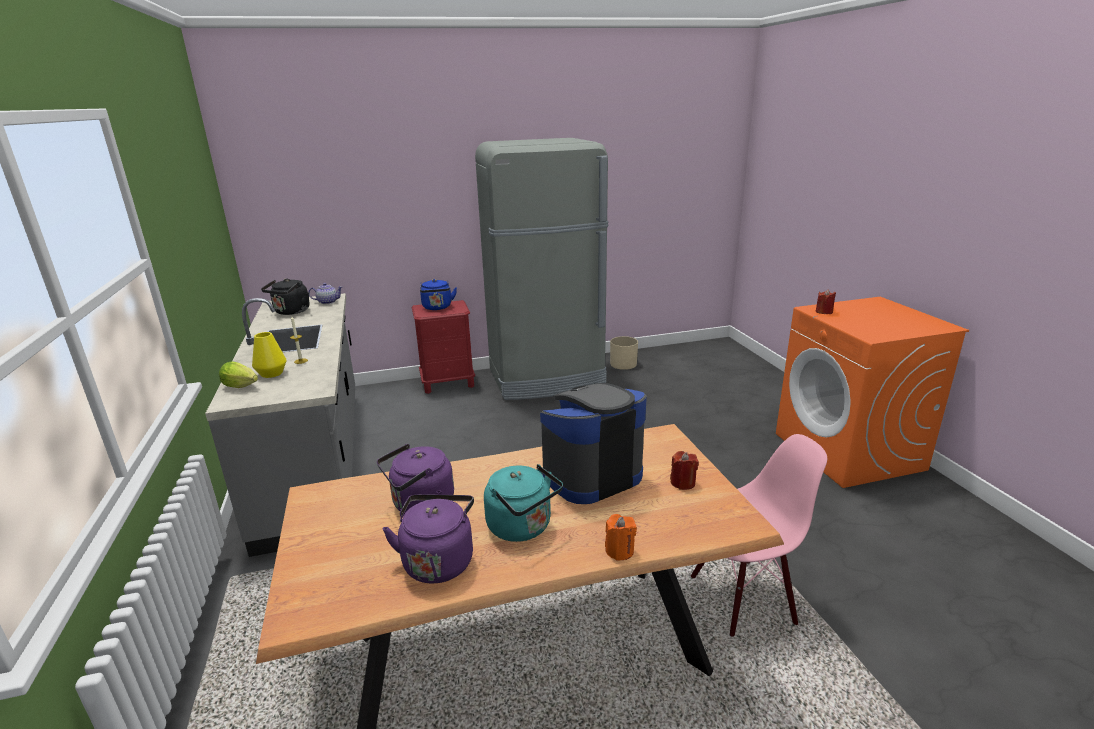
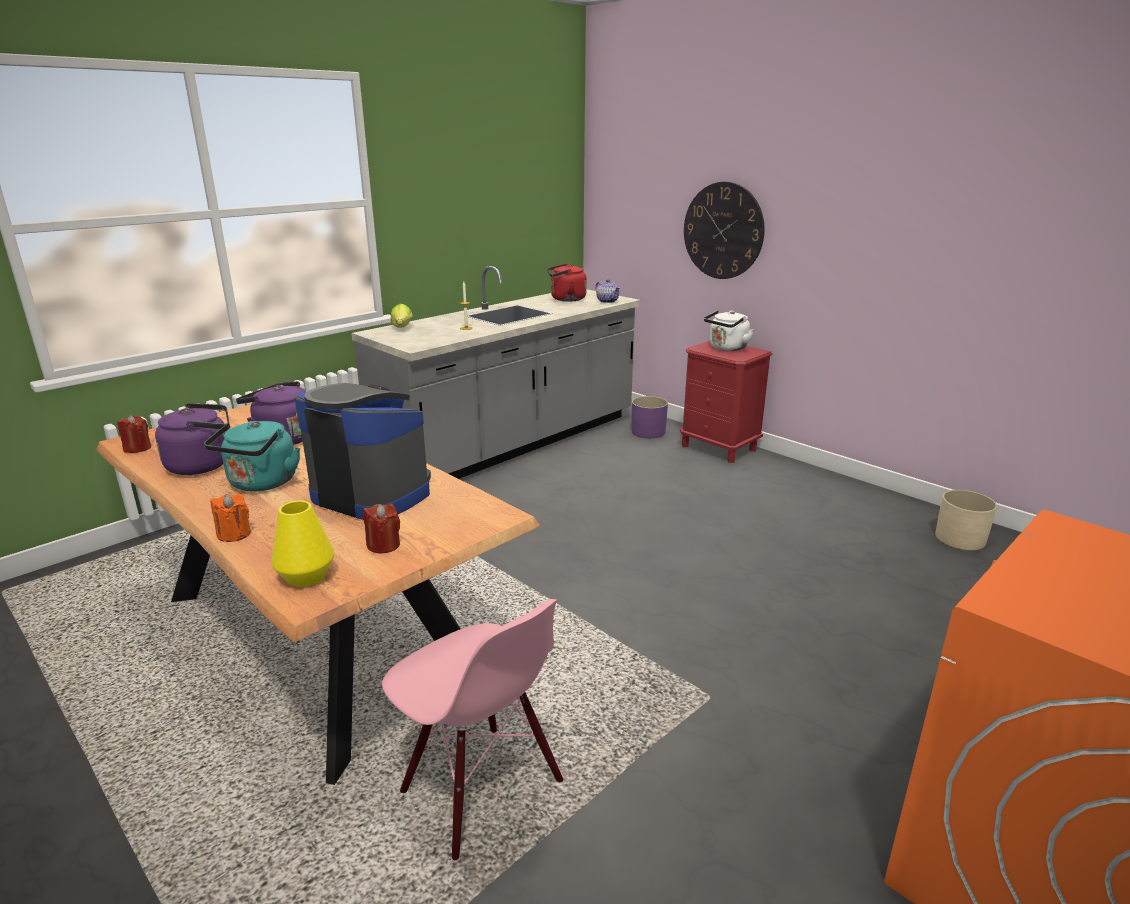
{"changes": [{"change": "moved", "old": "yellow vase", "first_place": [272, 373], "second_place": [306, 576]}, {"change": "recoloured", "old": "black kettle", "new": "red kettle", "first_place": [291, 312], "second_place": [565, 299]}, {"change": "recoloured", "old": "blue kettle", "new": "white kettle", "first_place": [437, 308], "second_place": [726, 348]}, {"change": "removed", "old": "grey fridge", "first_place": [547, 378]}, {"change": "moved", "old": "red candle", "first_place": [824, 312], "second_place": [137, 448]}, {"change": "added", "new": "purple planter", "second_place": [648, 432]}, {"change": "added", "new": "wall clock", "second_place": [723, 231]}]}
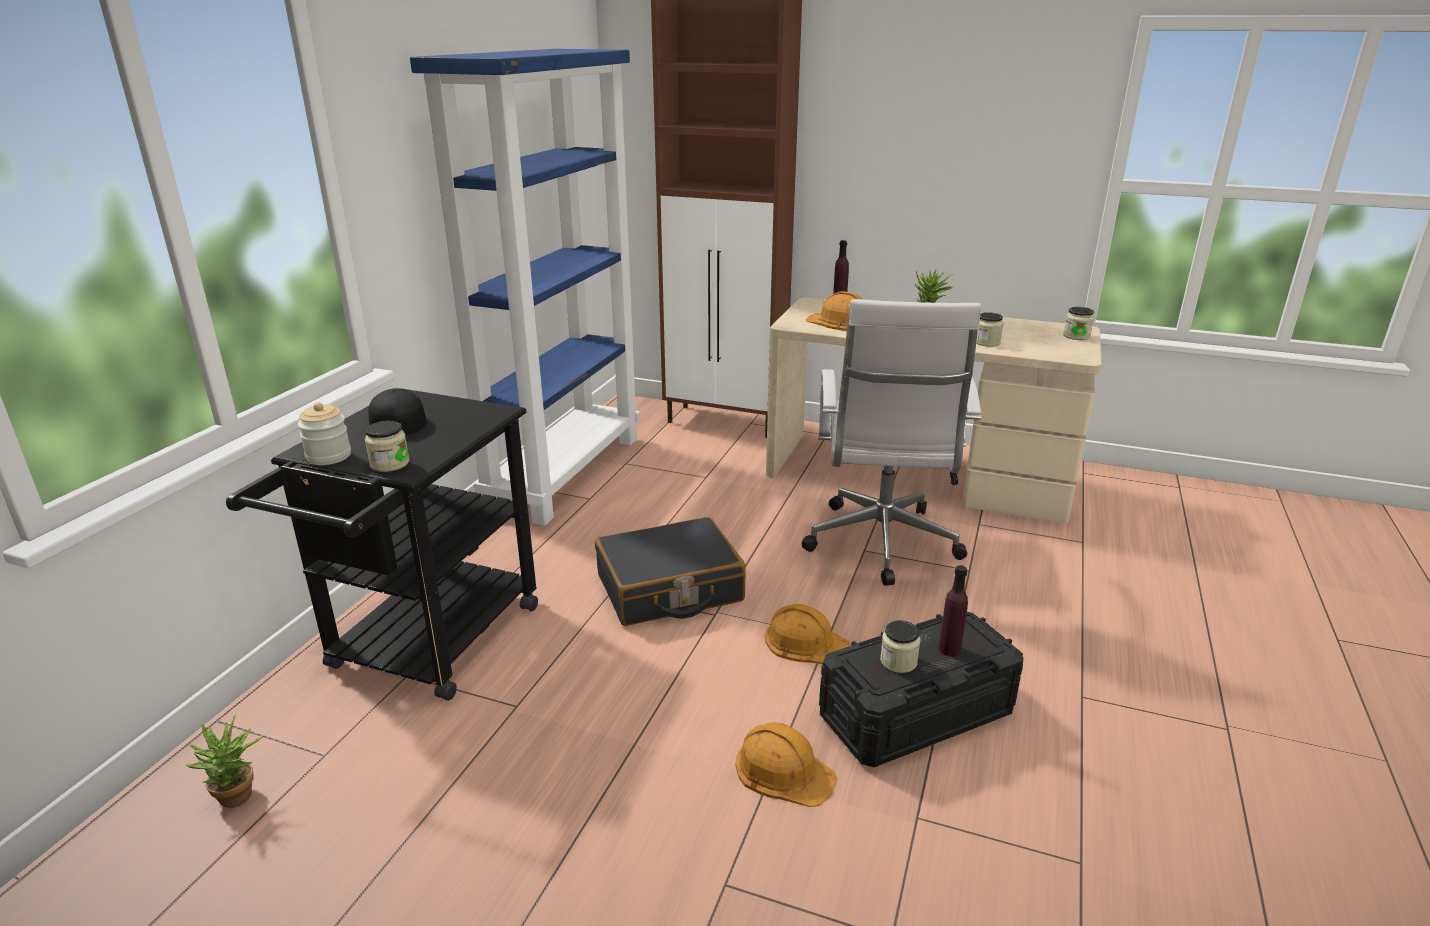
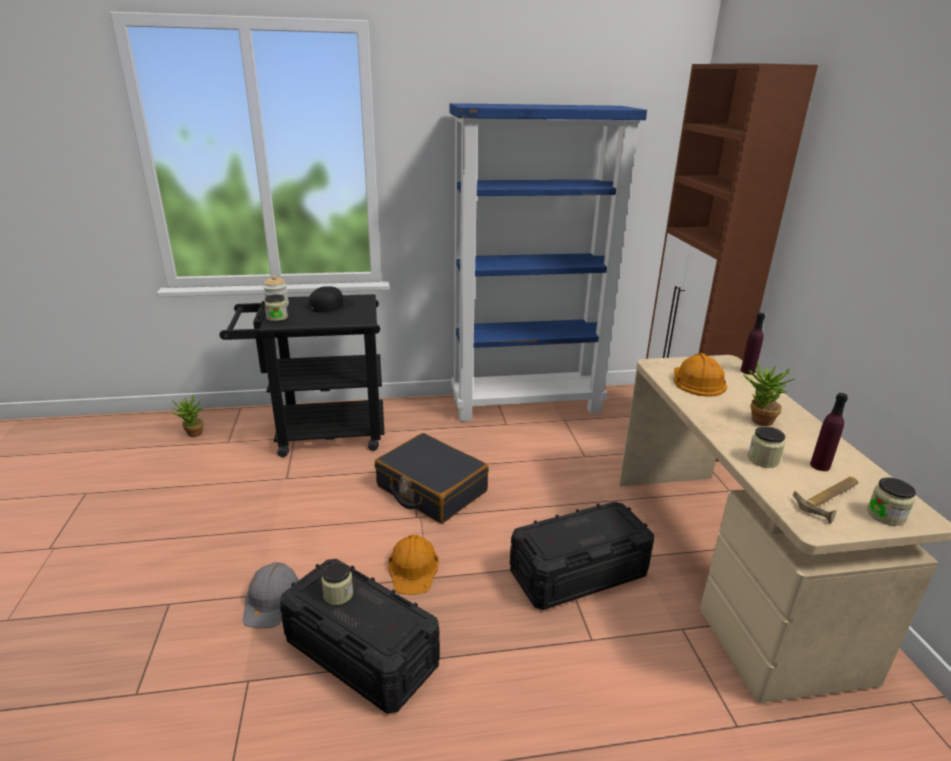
{"changes": [{"change": "recoloured", "old": "orange hard hat", "new": "grey hard hat", "first_place": [783, 770], "second_place": [272, 598]}, {"change": "replaced", "old": "white office chair", "new": "black storage box", "first_place": [881, 546], "second_place": [578, 573]}, {"change": "moved", "old": "purple bottle", "first_place": [949, 649], "second_place": [820, 466]}, {"change": "added", "new": "hammer", "second_place": [831, 500]}]}
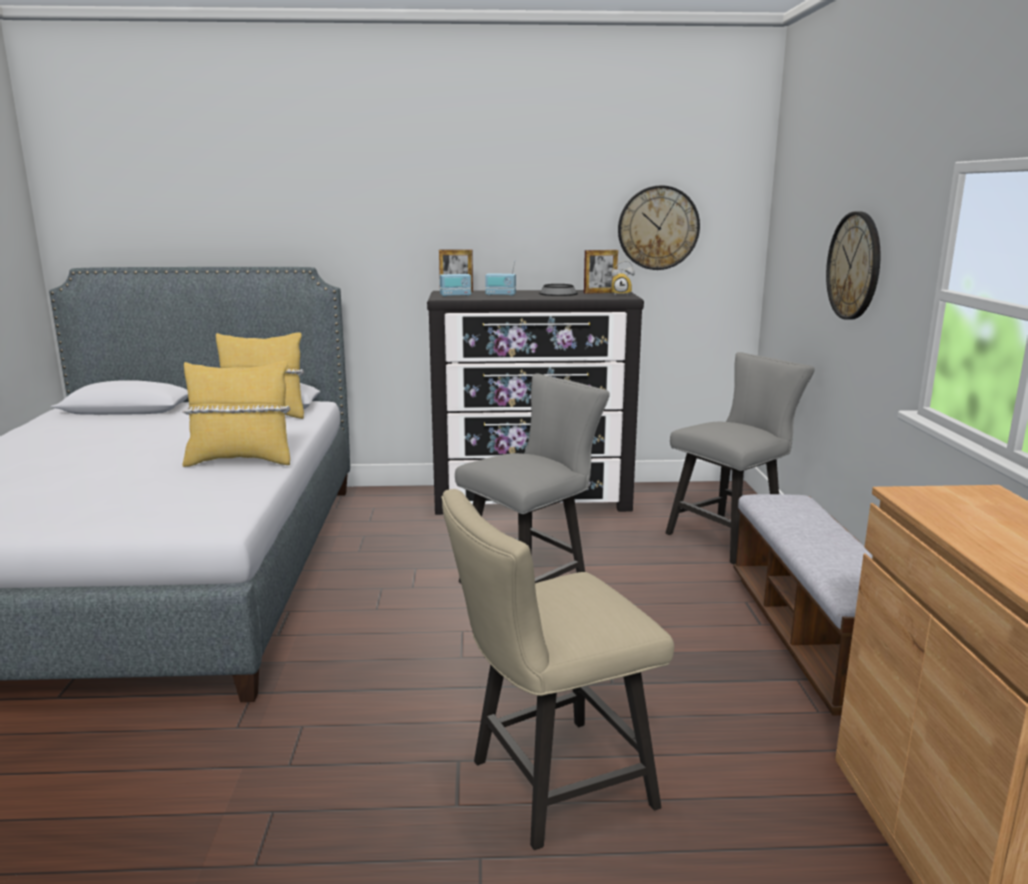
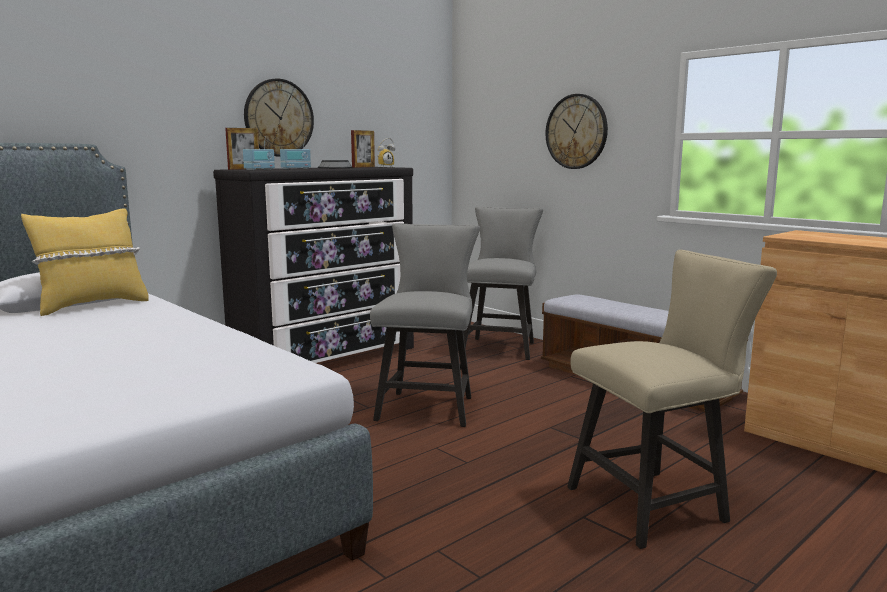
{"changes": [{"change": "removed", "old": "yellow pillow", "first_place": [241, 460]}, {"change": "turned", "old": "beige chair", "first_place": [549, 786], "second_place": [656, 503], "degrees": -135}, {"change": "moved", "old": "wall clock", "first_place": [658, 228], "second_place": [279, 118]}]}
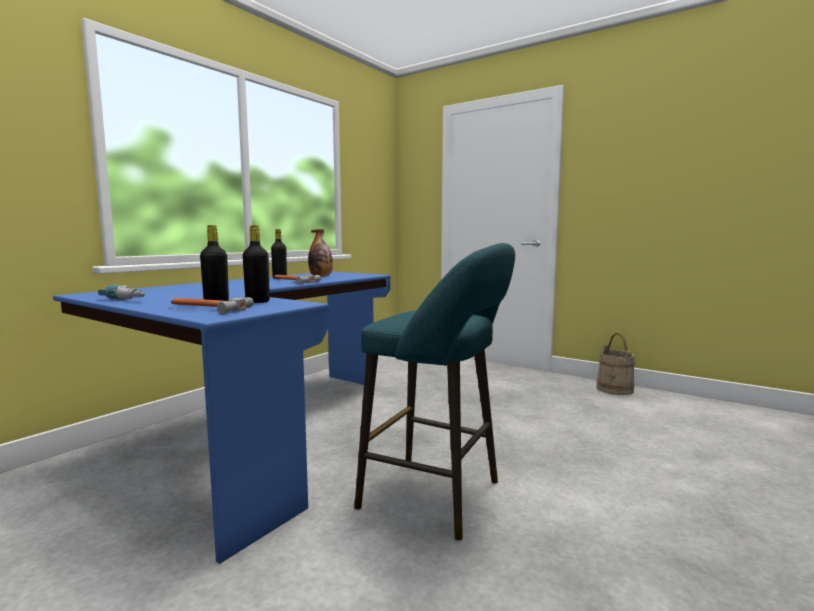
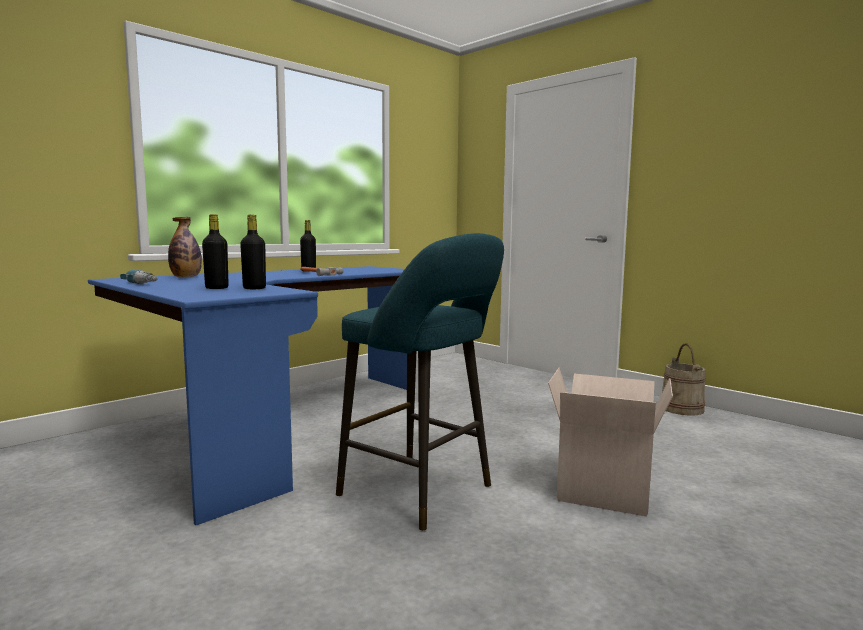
{"changes": [{"change": "removed", "old": "hammer", "first_place": [207, 309]}, {"change": "moved", "old": "bottle", "first_place": [321, 276], "second_place": [186, 277]}, {"change": "added", "new": "cardboard box", "second_place": [605, 491]}]}
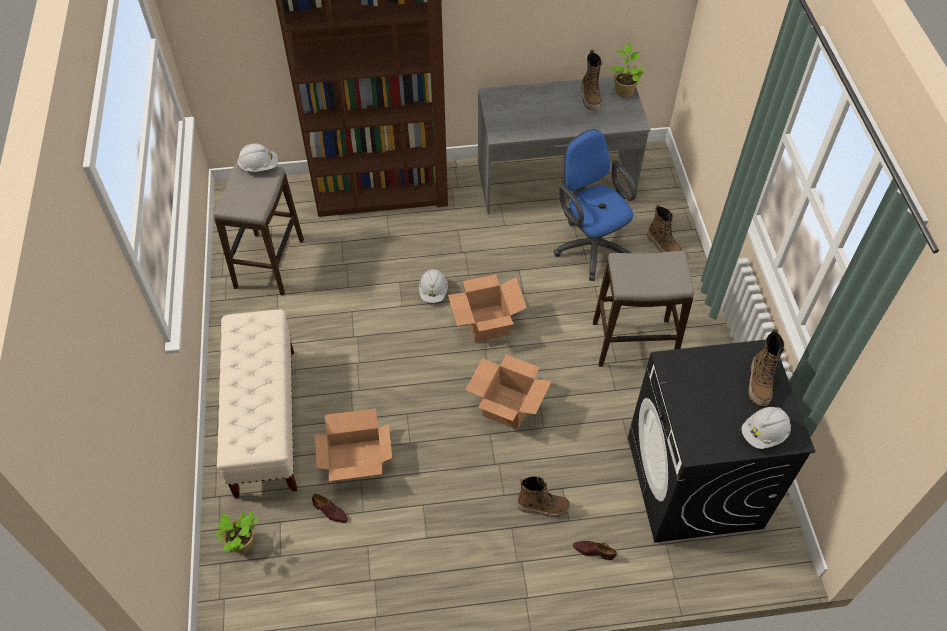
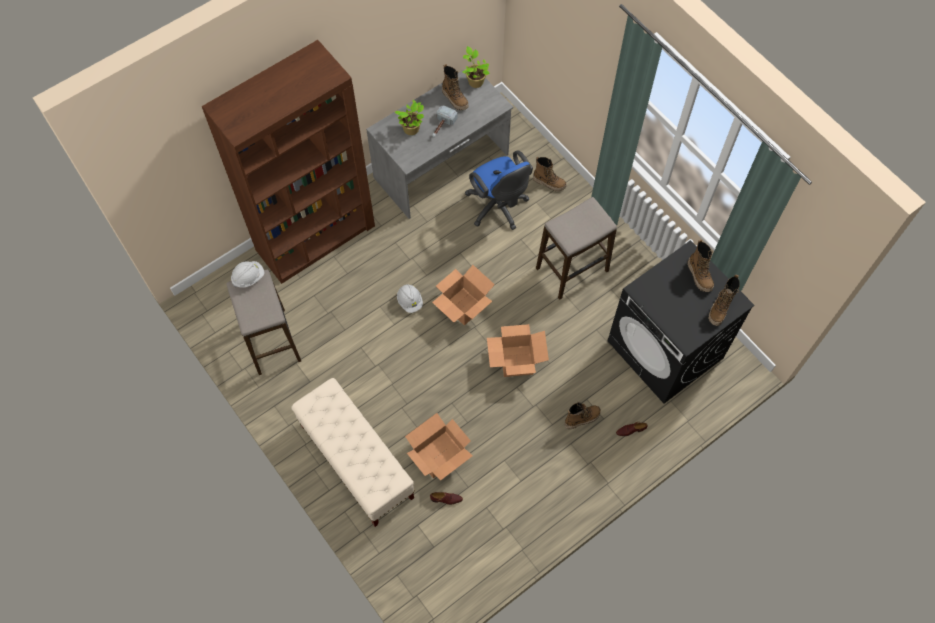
{"changes": [{"change": "moved", "old": "potted plant", "first_place": [243, 545], "second_place": [412, 130]}, {"change": "turned", "old": "blue office chair", "first_place": [590, 245], "second_place": [498, 208], "degrees": -150}, {"change": "replaced", "old": "white hard hat", "new": "boot", "first_place": [764, 434], "second_place": [720, 309]}, {"change": "added", "new": "hammer", "second_place": [441, 126]}]}
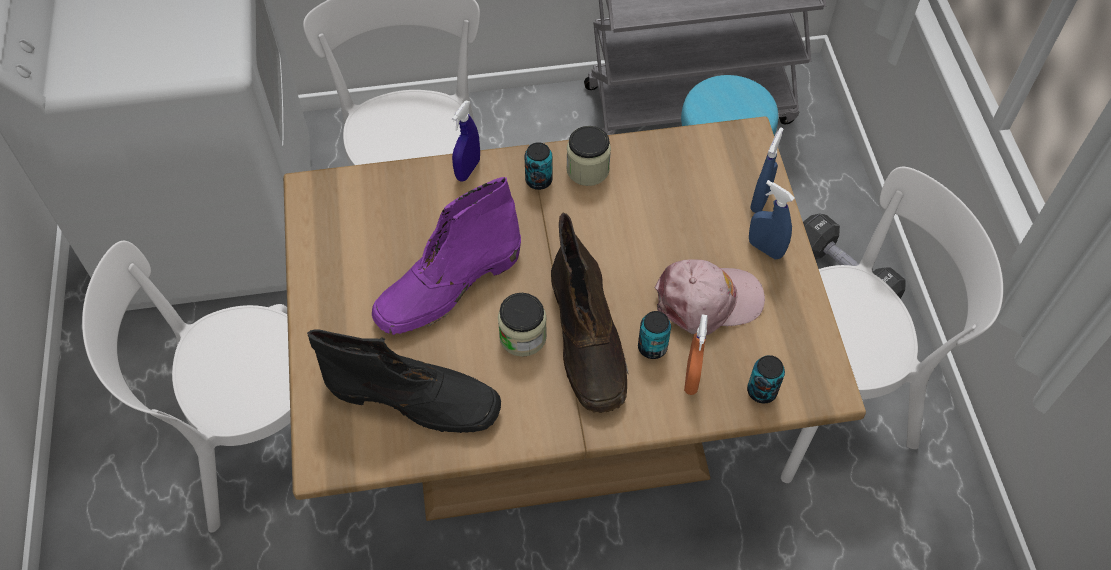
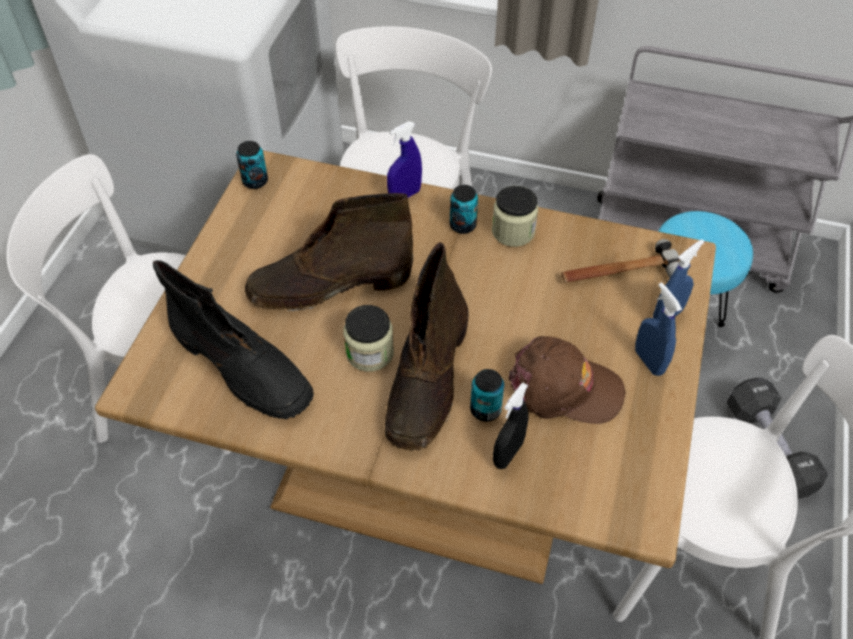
{"changes": [{"change": "recoloured", "old": "purple boot", "new": "brown boot", "first_place": [447, 286], "second_place": [329, 285]}, {"change": "recoloured", "old": "pink cap", "new": "brown cap", "first_place": [708, 300], "second_place": [564, 388]}, {"change": "recoloured", "old": "orange spray bottle", "new": "black spray bottle", "first_place": [691, 378], "second_place": [508, 453]}, {"change": "moved", "old": "can", "first_place": [762, 391], "second_place": [255, 181]}, {"change": "added", "new": "hammer", "second_place": [620, 274]}]}
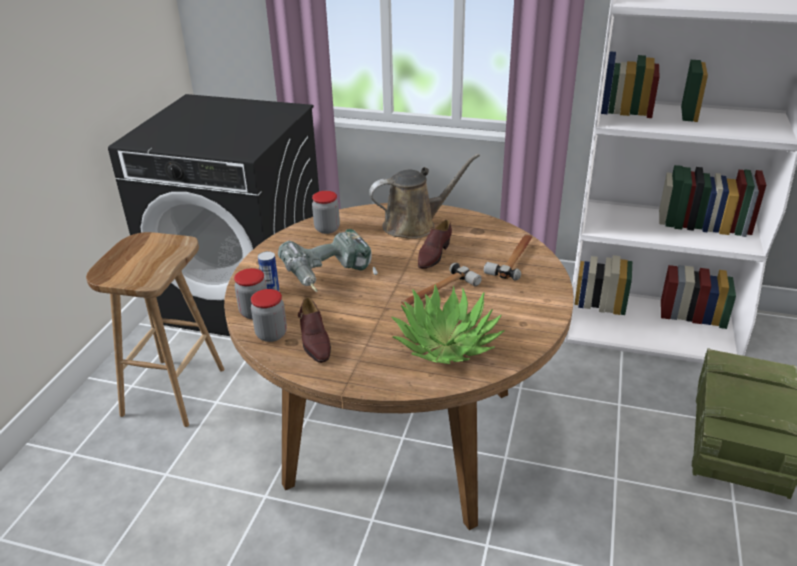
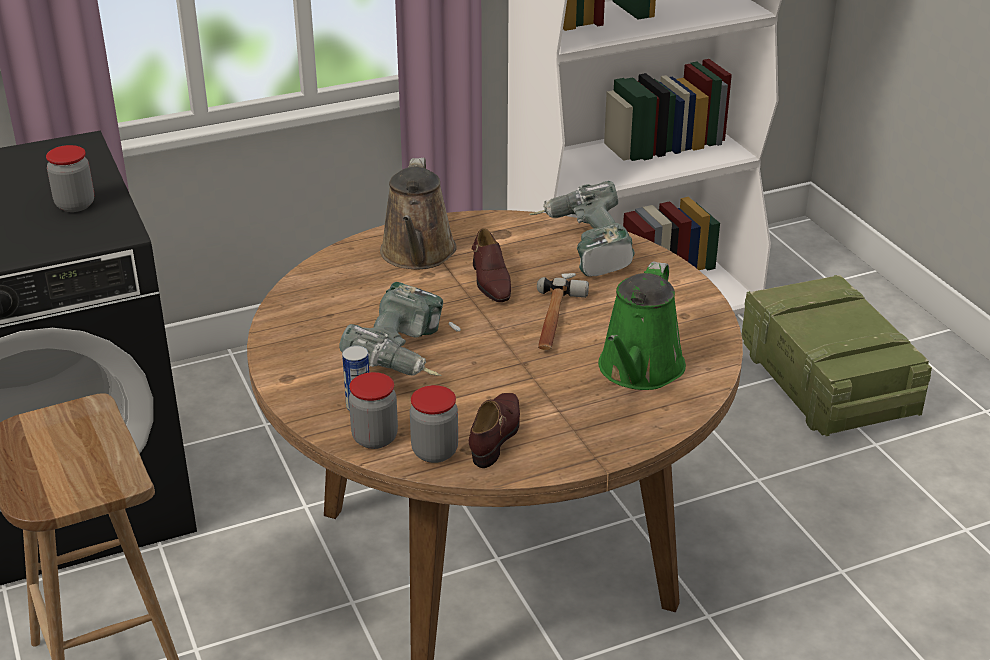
{"changes": [{"change": "turned", "old": "brown shoe", "first_place": [314, 341], "second_place": [496, 435], "degrees": -105}, {"change": "moved", "old": "jar", "first_place": [327, 229], "second_place": [75, 205]}, {"change": "turned", "old": "brown watering can", "first_place": [414, 225], "second_place": [417, 254], "degrees": 150}, {"change": "replaced", "old": "potted plant", "new": "green watering can", "first_place": [446, 344], "second_place": [639, 370]}, {"change": "replaced", "old": "hammer", "new": "power drill", "first_place": [513, 258], "second_place": [584, 250]}]}
